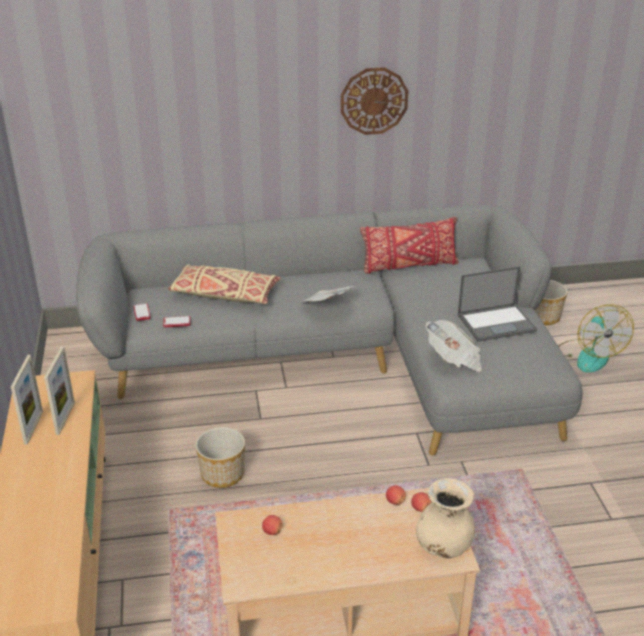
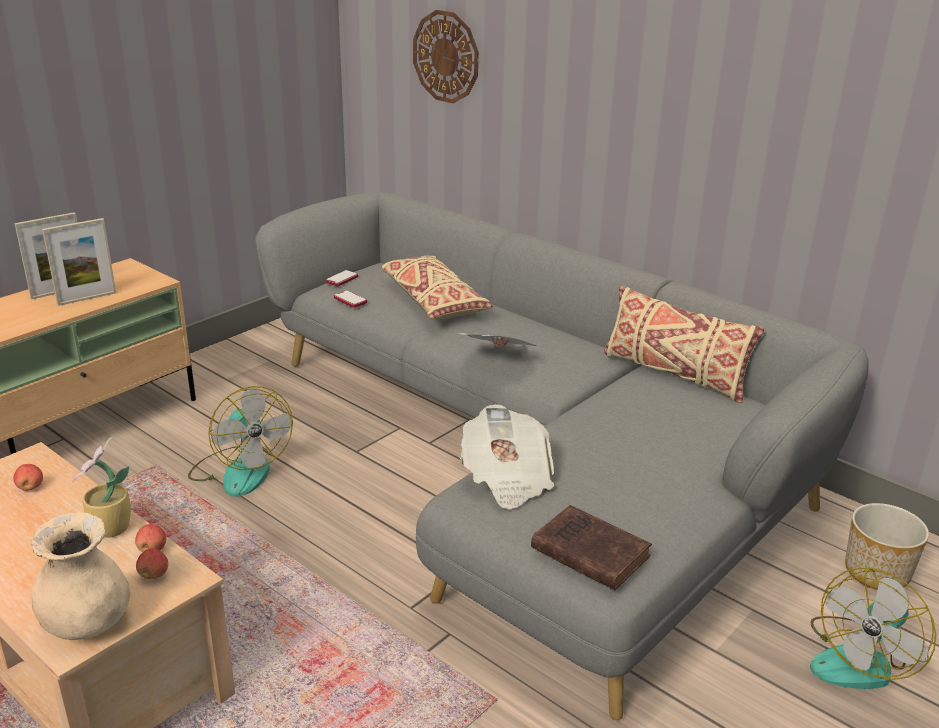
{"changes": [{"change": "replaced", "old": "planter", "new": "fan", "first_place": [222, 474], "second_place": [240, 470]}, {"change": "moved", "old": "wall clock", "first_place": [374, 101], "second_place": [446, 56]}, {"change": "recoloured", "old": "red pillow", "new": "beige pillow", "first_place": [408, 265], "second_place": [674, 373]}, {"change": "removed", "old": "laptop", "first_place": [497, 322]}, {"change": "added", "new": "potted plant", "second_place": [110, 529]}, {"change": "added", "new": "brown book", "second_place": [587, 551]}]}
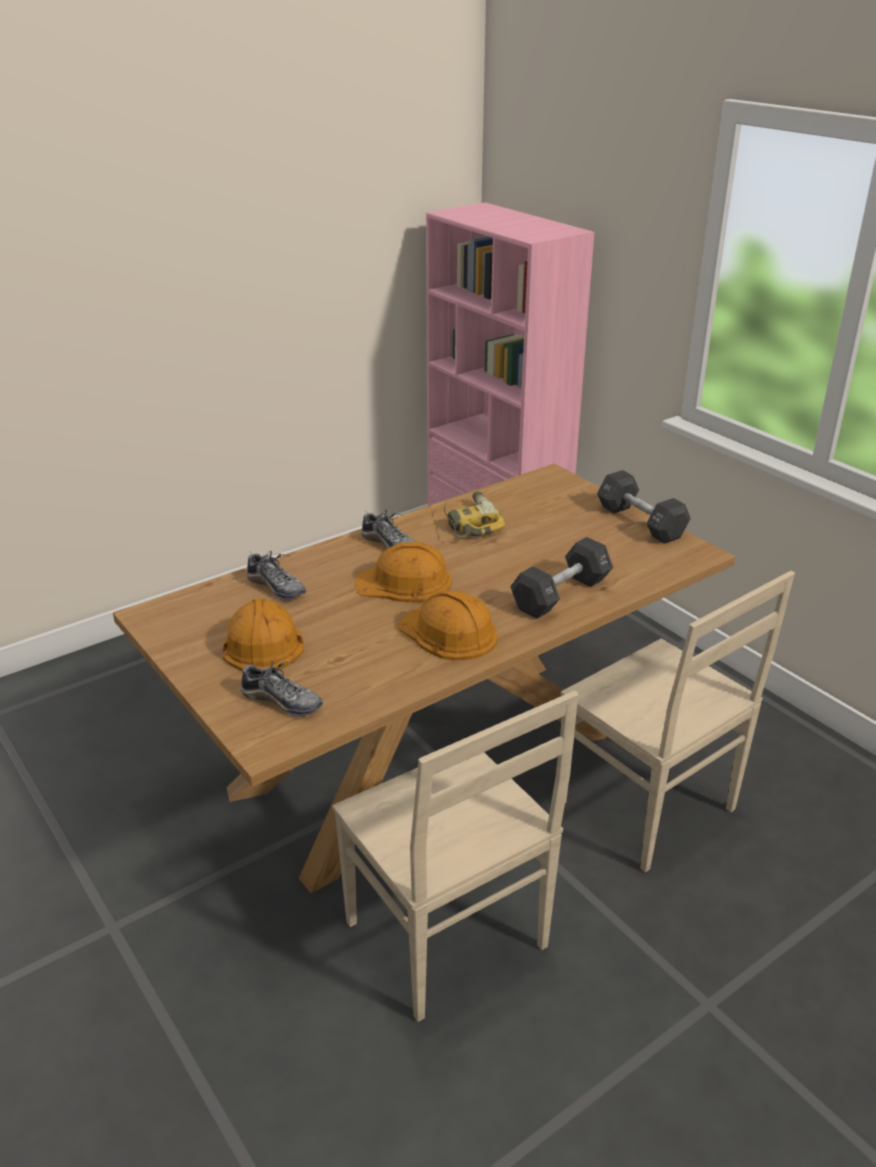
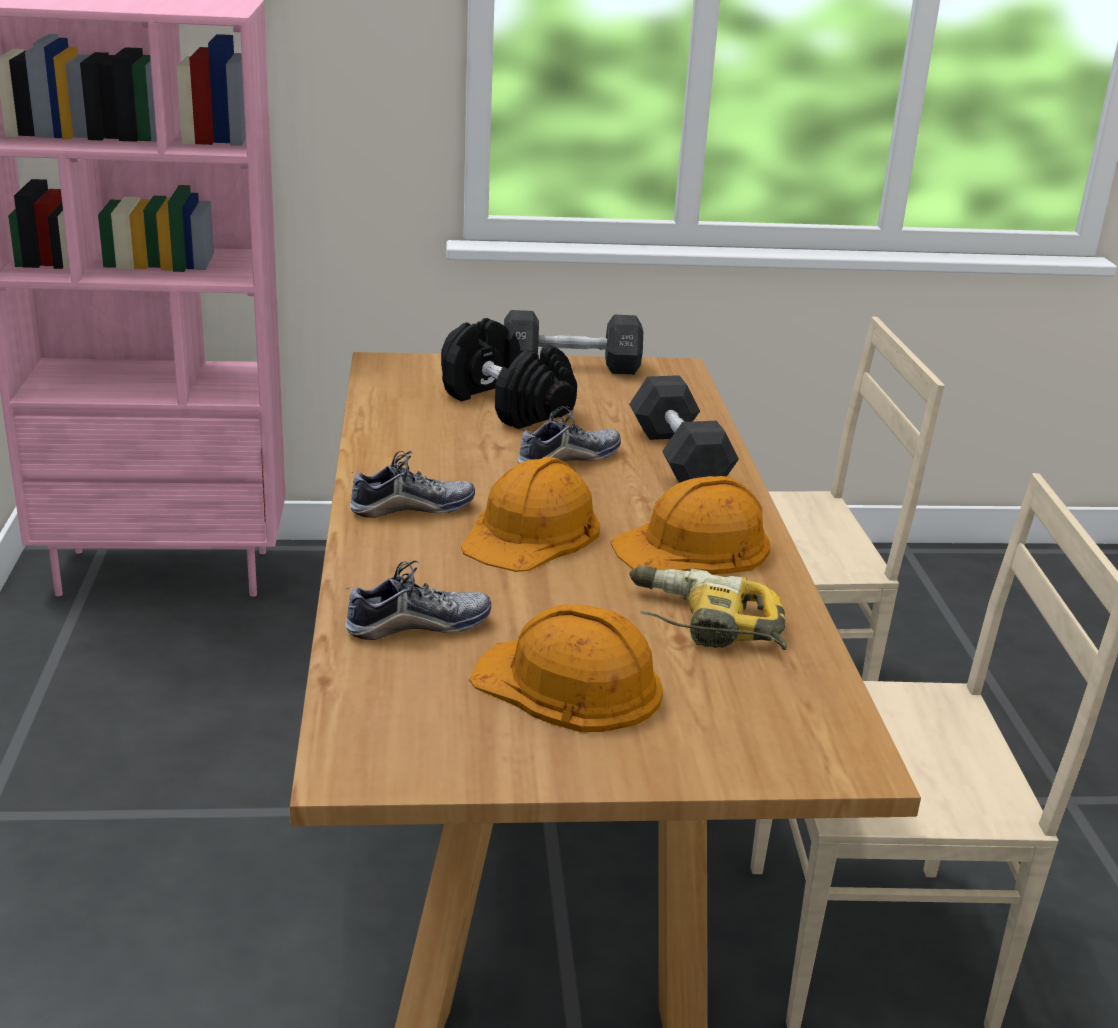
{"changes": [{"change": "moved", "old": "shoe", "first_place": [282, 701], "second_place": [568, 458]}, {"change": "moved", "old": "power drill", "first_place": [469, 523], "second_place": [703, 624]}, {"change": "added", "new": "black dumbbell", "second_place": [507, 405]}]}
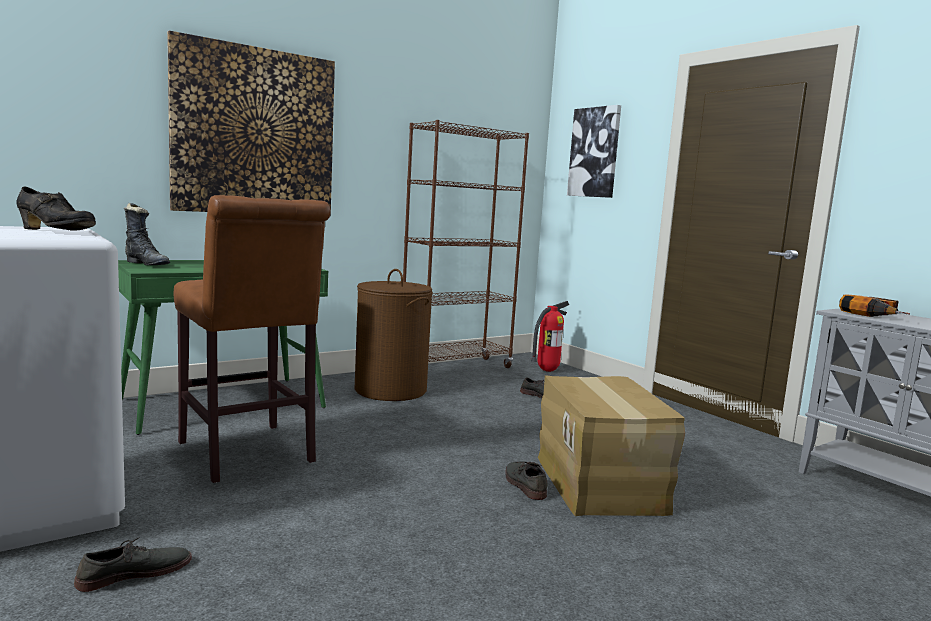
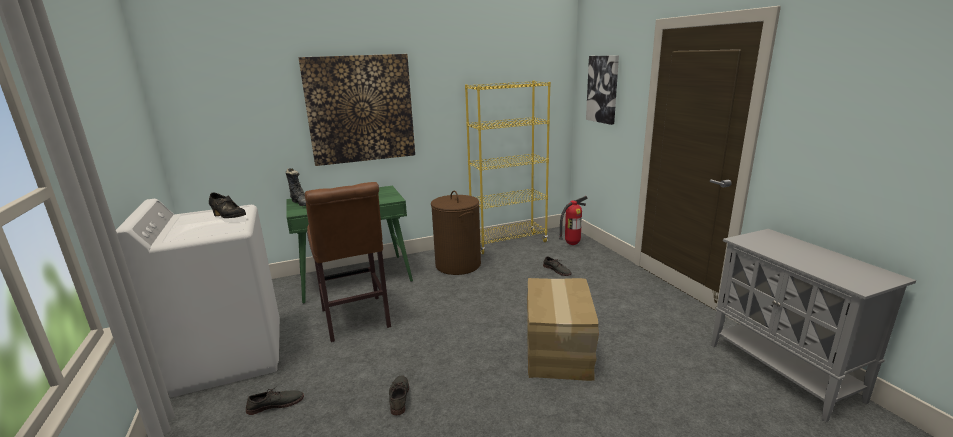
{"changes": [{"change": "recoloured", "old": "brown bookcase", "new": "yellow bookcase", "first_place": [455, 368], "second_place": [509, 243]}, {"change": "moved", "old": "grey shoe", "first_place": [524, 484], "second_place": [399, 396]}, {"change": "removed", "old": "power drill", "first_place": [878, 315]}]}
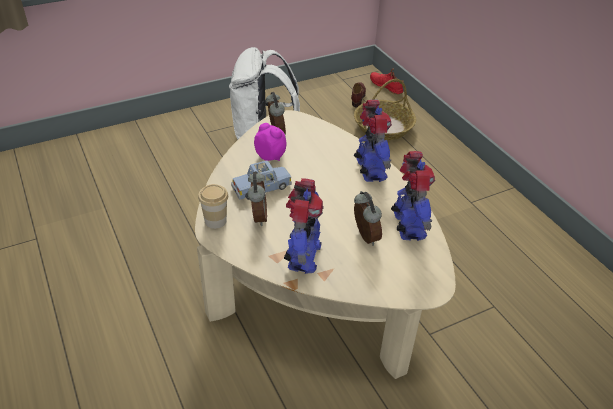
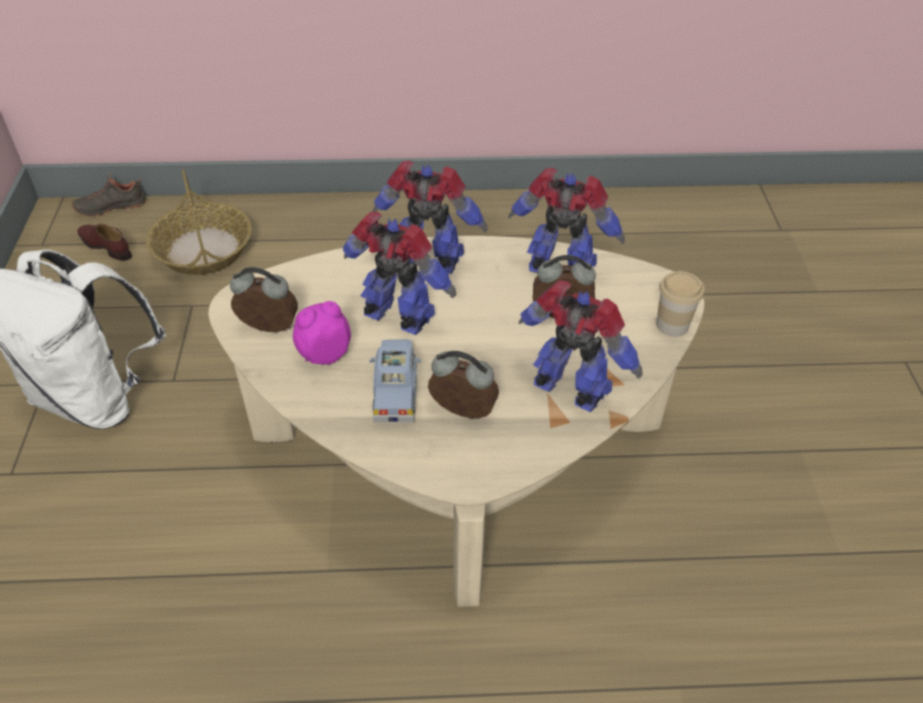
{"changes": [{"change": "moved", "old": "cup", "first_place": [215, 221], "second_place": [672, 325]}, {"change": "recoloured", "old": "red shoe", "new": "black shoe", "first_place": [386, 86], "second_place": [111, 206]}, {"change": "added", "new": "toy robot", "second_place": [398, 318]}]}
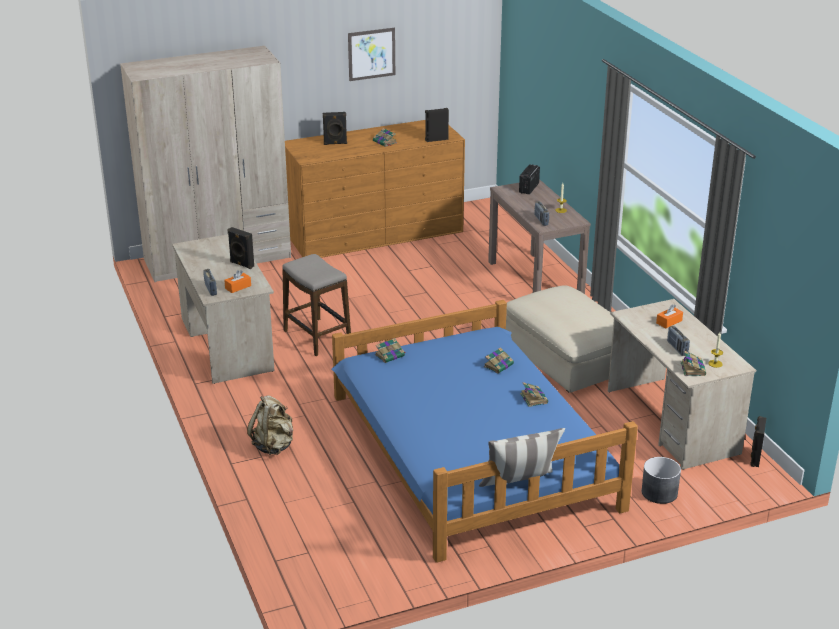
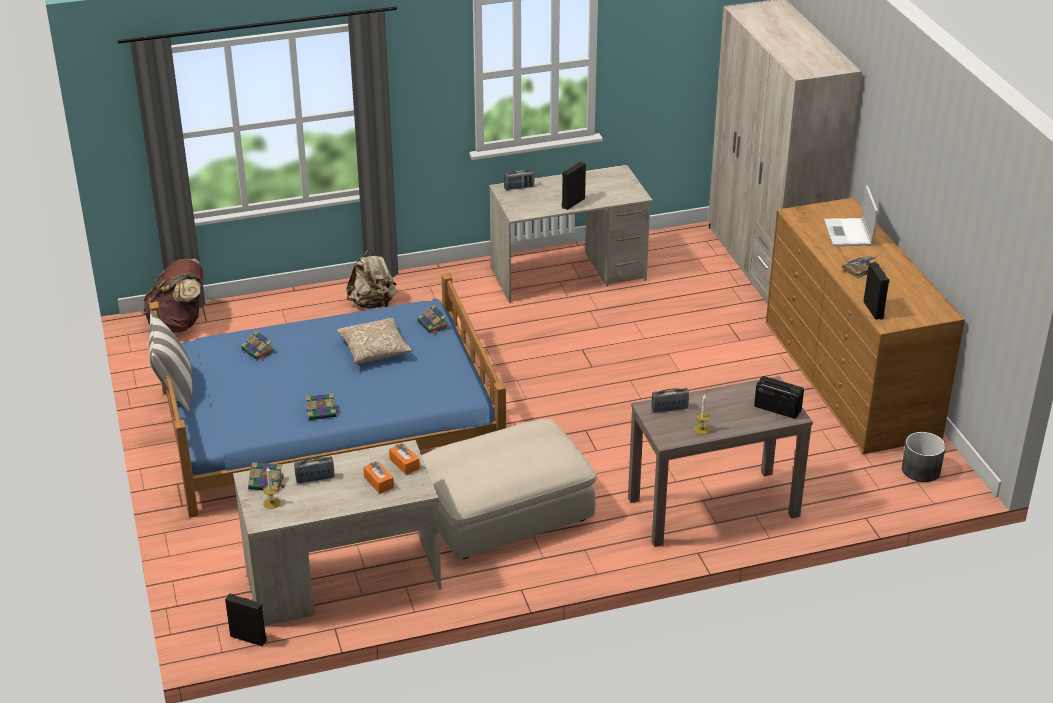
{"changes": [{"change": "moved", "old": "orange tissue box", "first_place": [238, 287], "second_place": [404, 464]}, {"change": "removed", "old": "stool", "first_place": [317, 337]}, {"change": "replaced", "old": "black speaker", "new": "laptop", "first_place": [335, 143], "second_place": [848, 233]}, {"change": "removed", "old": "picture", "first_place": [371, 54]}, {"change": "moved", "old": "book", "first_place": [499, 365], "second_place": [258, 351]}, {"change": "moved", "old": "grey planter", "first_place": [659, 493], "second_place": [920, 470]}, {"change": "added", "new": "brown backpack", "second_place": [179, 324]}, {"change": "added", "new": "pillow", "second_place": [375, 350]}]}
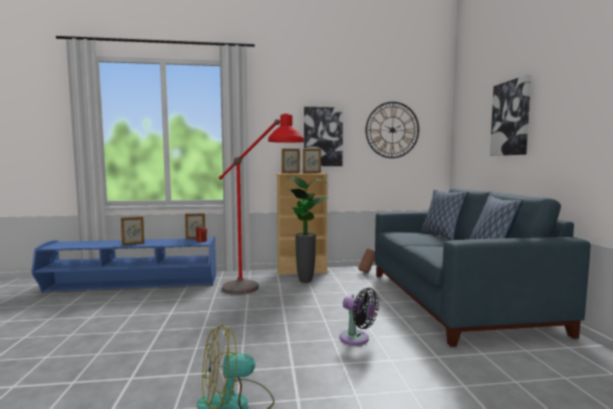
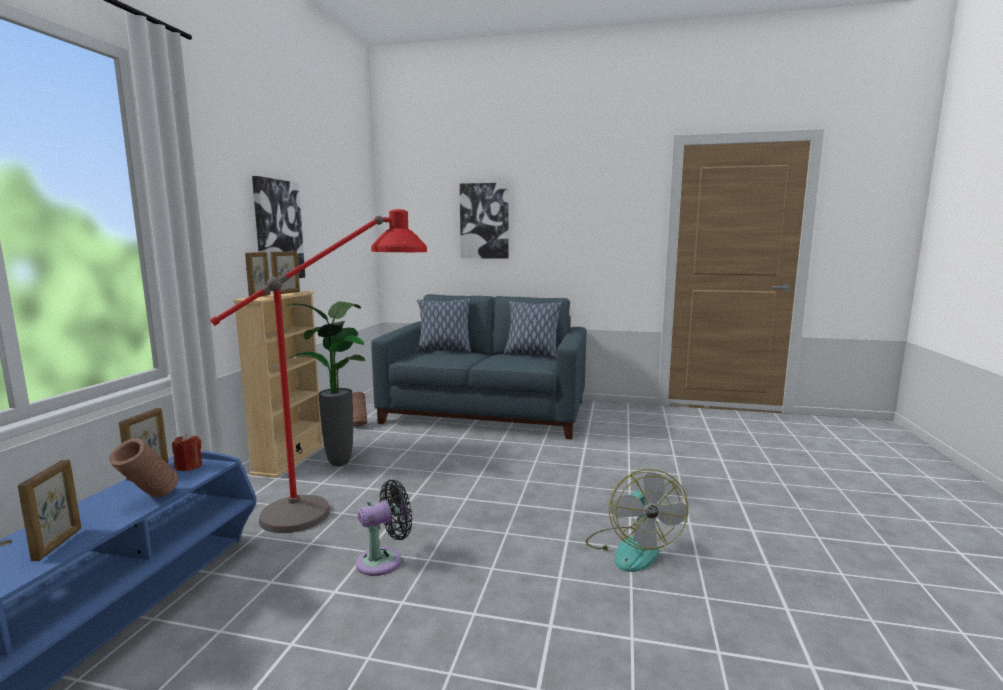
{"changes": [{"change": "moved", "old": "black fan", "first_place": [357, 339], "second_place": [384, 560]}, {"change": "removed", "old": "wall clock", "first_place": [392, 130]}, {"change": "added", "new": "brown vase", "second_place": [150, 499]}]}
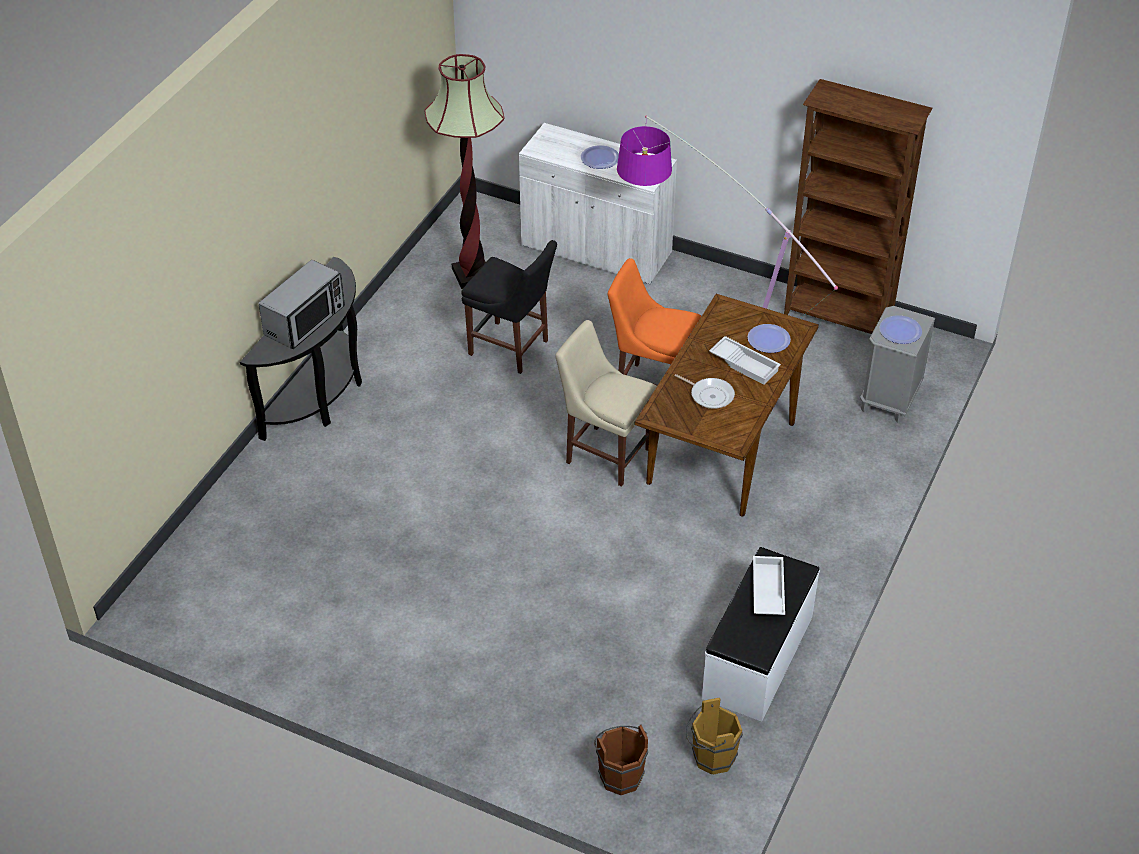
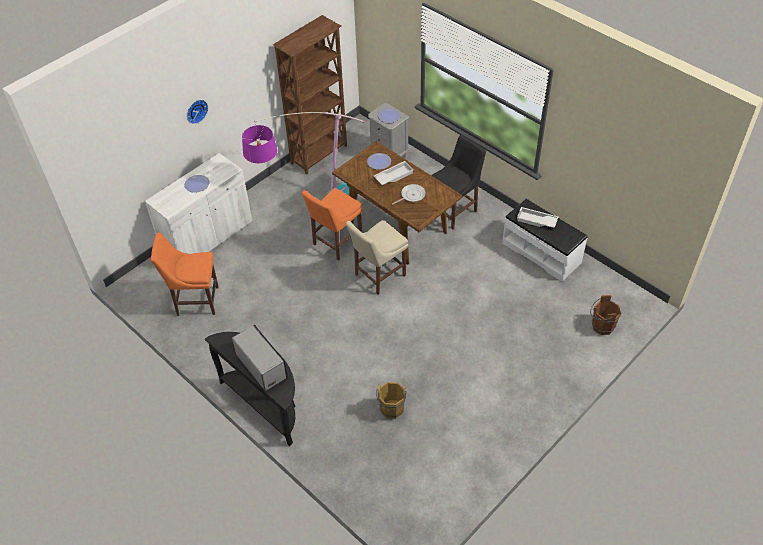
{"changes": [{"change": "replaced", "old": "floor lamp", "new": "orange chair", "first_place": [472, 275], "second_place": [195, 300]}, {"change": "moved", "old": "black chair", "first_place": [512, 349], "second_place": [454, 210]}, {"change": "moved", "old": "brown bucket", "first_place": [710, 757], "second_place": [391, 410]}, {"change": "added", "new": "wall clock", "second_place": [196, 110]}]}
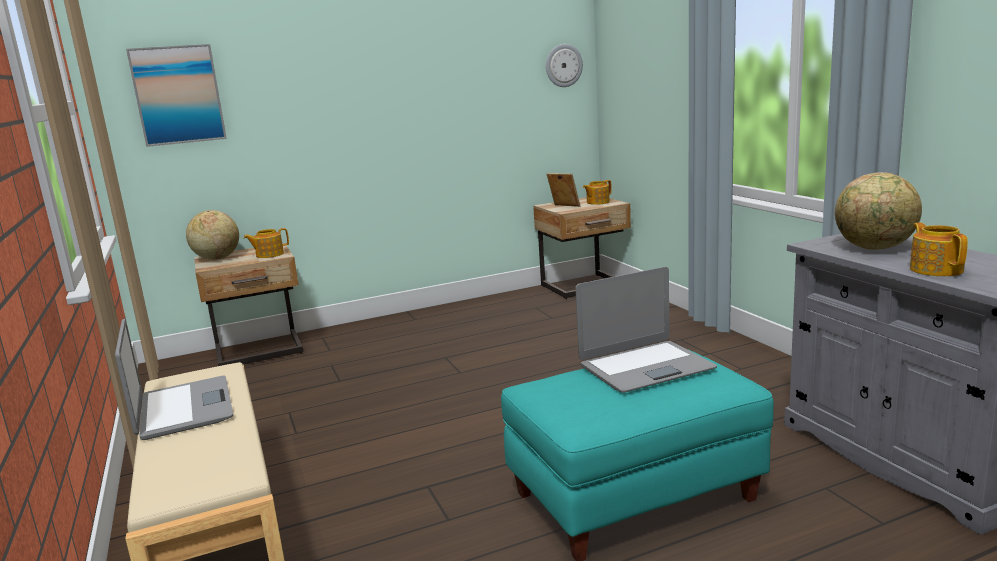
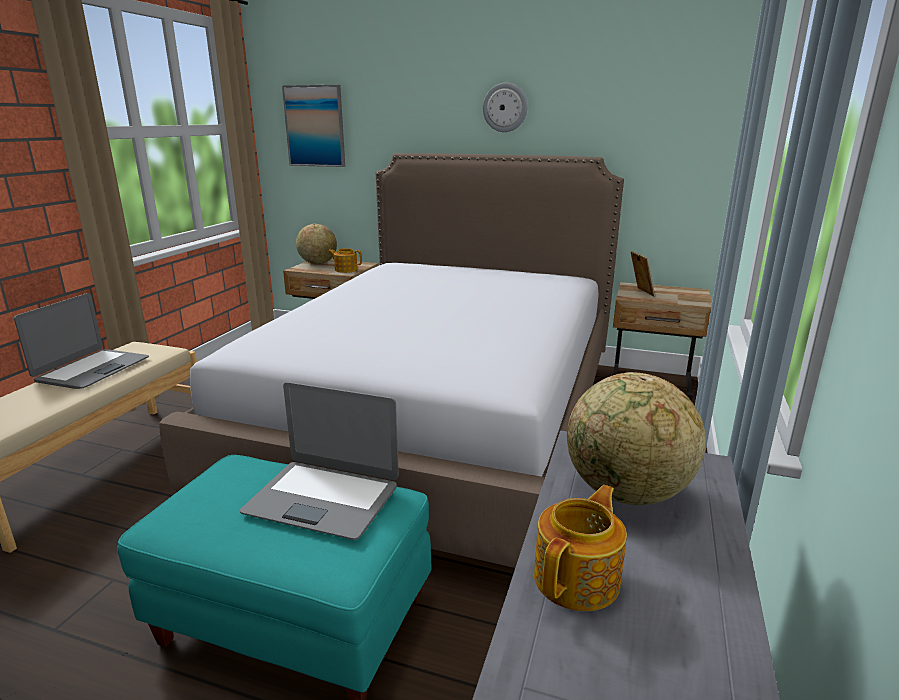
{"changes": [{"change": "moved", "old": "wall clock", "first_place": [563, 65], "second_place": [505, 107]}, {"change": "removed", "old": "teapot", "first_place": [597, 202]}, {"change": "added", "new": "bed", "second_place": [438, 423]}]}
